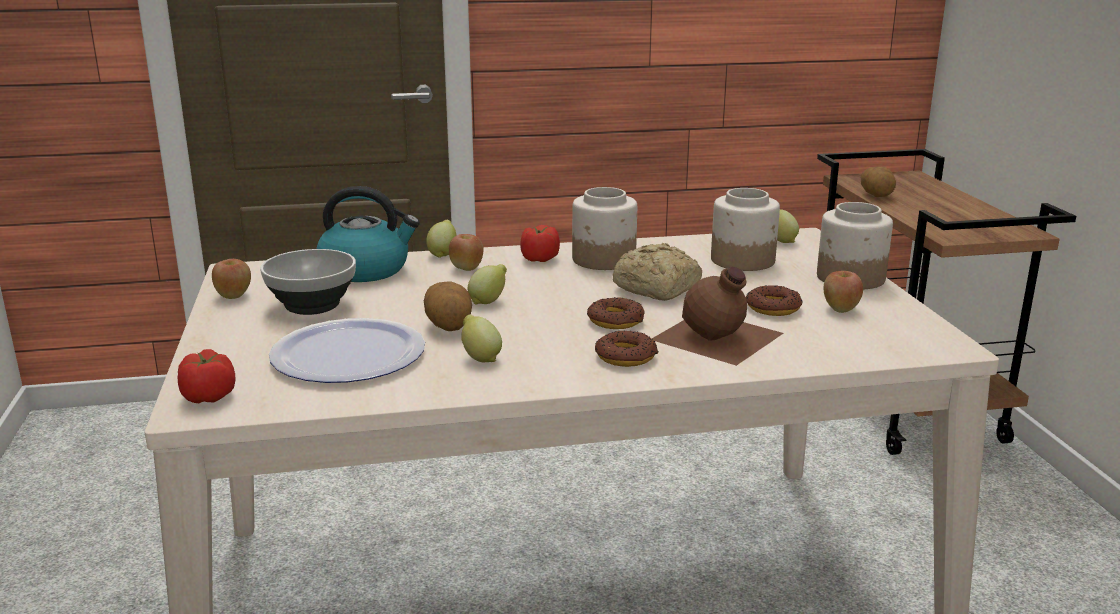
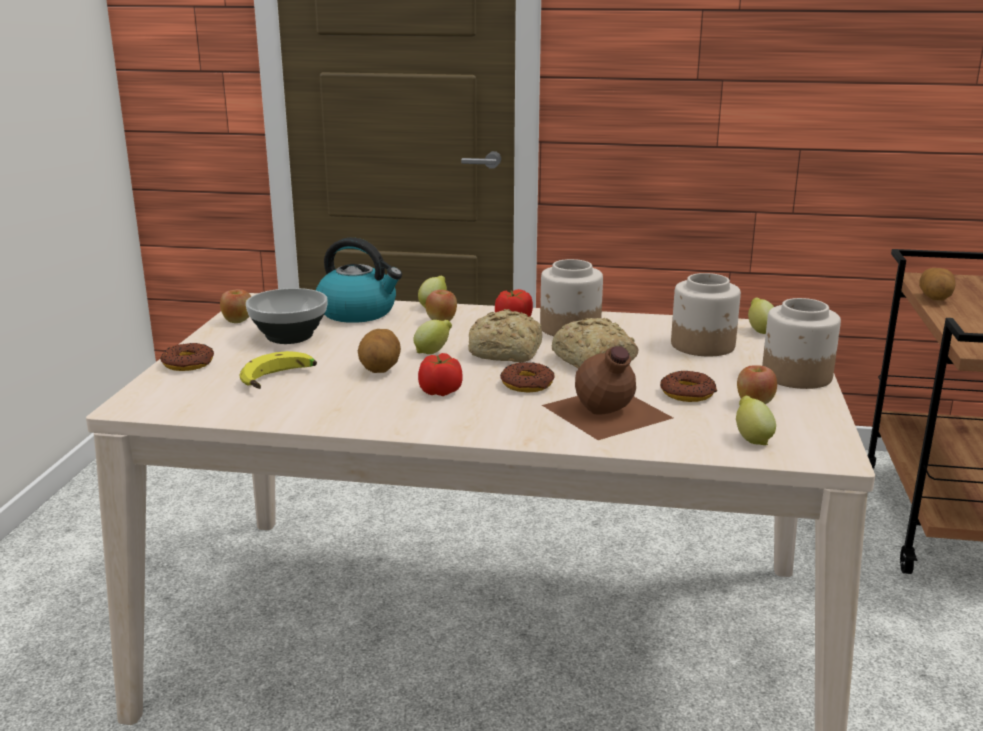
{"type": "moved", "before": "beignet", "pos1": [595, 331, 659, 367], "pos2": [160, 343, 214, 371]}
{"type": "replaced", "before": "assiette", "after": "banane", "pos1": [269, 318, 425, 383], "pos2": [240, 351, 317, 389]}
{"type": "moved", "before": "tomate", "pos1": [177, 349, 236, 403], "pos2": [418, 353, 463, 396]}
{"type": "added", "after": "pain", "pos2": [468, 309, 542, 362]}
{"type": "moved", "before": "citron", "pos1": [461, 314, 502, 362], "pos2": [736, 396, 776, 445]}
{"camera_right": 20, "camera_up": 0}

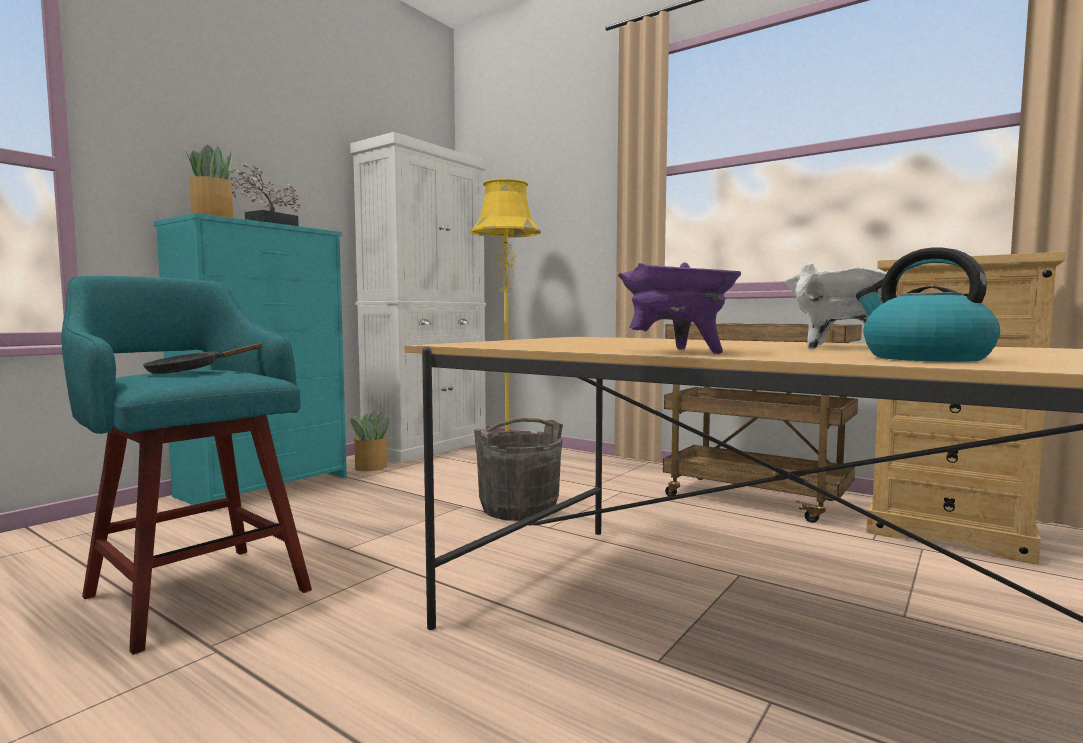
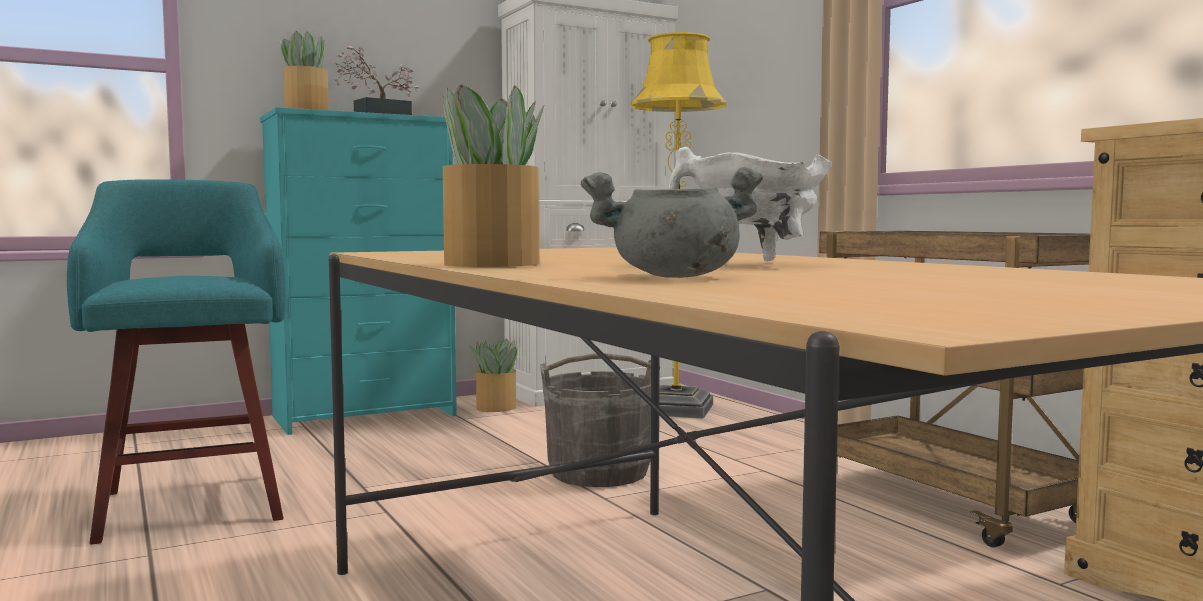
{"type": "replaced", "before": "marmite (violet)", "after": "plante en pot", "pos1": [618, 262, 741, 354], "pos2": [443, 85, 545, 267]}
{"type": "replaced", "before": "bouilloire", "after": "marmite (gris)", "pos1": [856, 247, 1000, 362], "pos2": [581, 167, 764, 278]}
{"type": "removed", "before": "poêle (noir)", "pos1": [143, 343, 263, 374]}
{"camera_right": 25, "camera_up": 0}

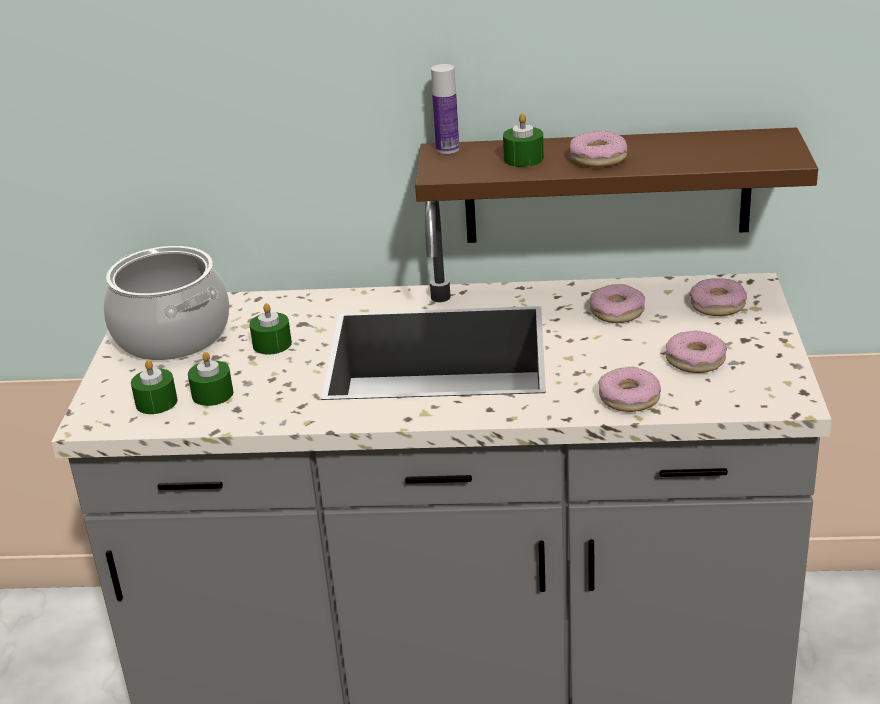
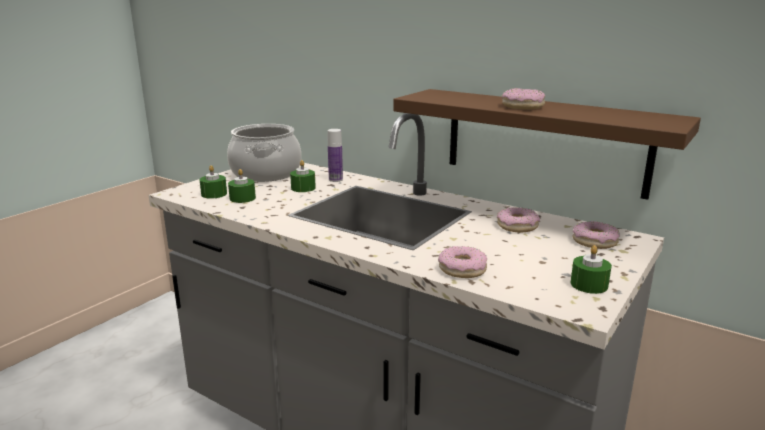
{"type": "moved", "before": "bouteille", "pos1": [431, 64, 459, 154], "pos2": [328, 129, 343, 182]}
{"type": "moved", "before": "bougie (vert)", "pos1": [503, 113, 544, 167], "pos2": [570, 245, 612, 294]}
{"type": "removed", "before": "beignet", "pos1": [666, 330, 727, 373]}
{"camera_right": 30, "camera_up": -10}

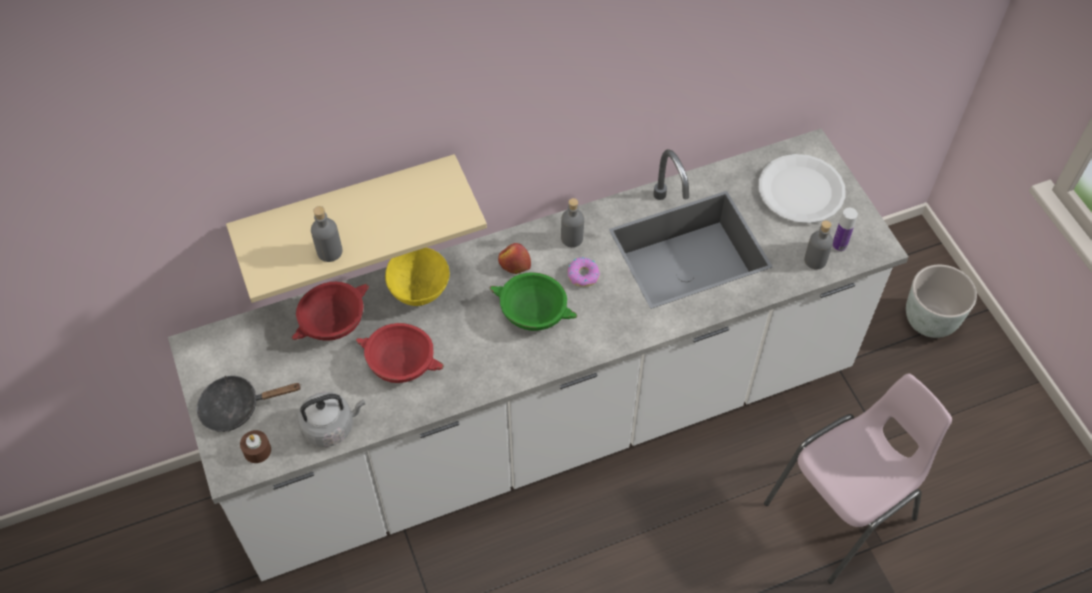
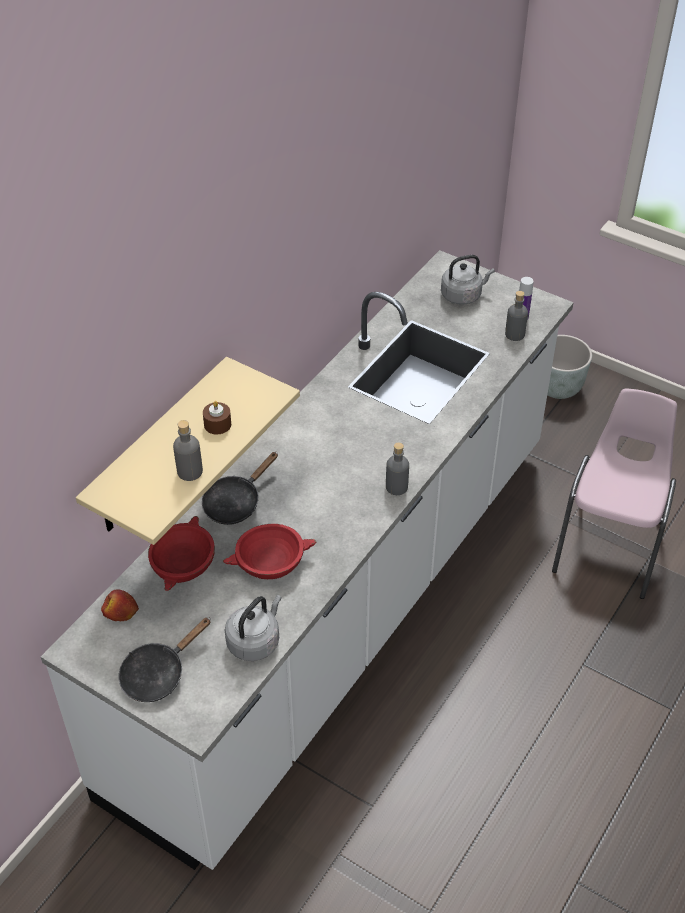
{"type": "moved", "before": "pomme", "pos1": [498, 243, 531, 274], "pos2": [101, 589, 139, 621]}
{"type": "replaced", "before": "bol (jaune)", "after": "poêle (noir)", "pos1": [385, 248, 450, 306], "pos2": [202, 452, 278, 525]}
{"type": "moved", "before": "bougie (marron)", "pos1": [240, 430, 271, 463], "pos2": [203, 401, 231, 434]}
{"type": "moved", "before": "bouteille (gris)", "pos1": [561, 198, 584, 247], "pos2": [386, 442, 409, 495]}
{"type": "replaced", "before": "assiette (blanc)", "after": "bouilloire (gris)", "pos1": [758, 154, 846, 224], "pos2": [441, 255, 495, 305]}
{"type": "removed", "before": "bol (vert)", "pos1": [490, 272, 577, 331]}
{"type": "removed", "before": "beignet", "pos1": [568, 257, 600, 287]}
{"camera_right": -35, "camera_up": -10}

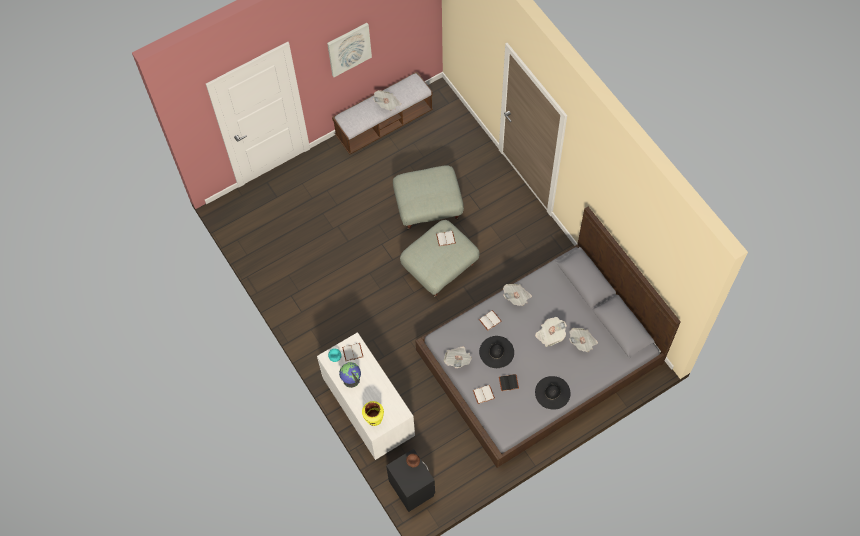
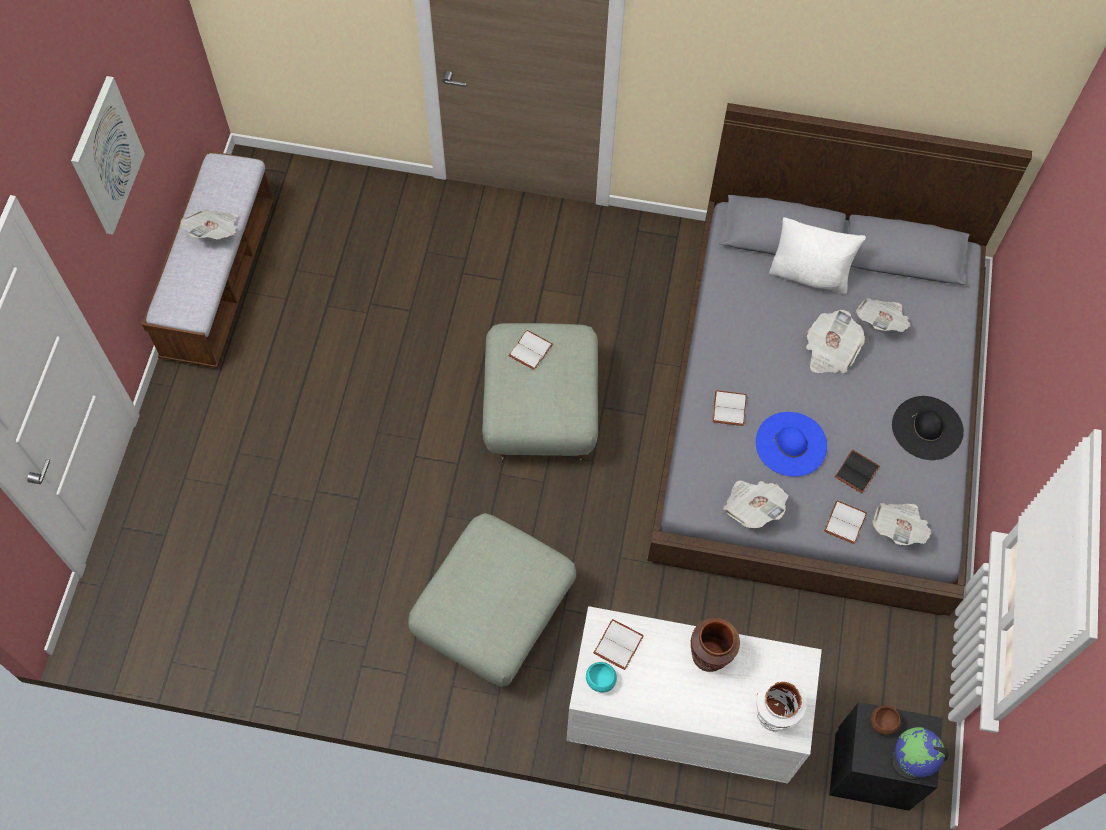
{"type": "moved", "before": "pouf (gris)", "pos1": [393, 165, 464, 230], "pos2": [408, 513, 576, 687]}
{"type": "added", "after": "vase (marron)", "pos2": [691, 618, 740, 672]}
{"type": "recoloured", "before": "chapeau (noir)", "after": "chapeau (bleu)", "pos1": [479, 336, 514, 368], "pos2": [756, 412, 827, 477]}
{"type": "recoloured", "before": "vase (jaune)", "after": "vase (blanc)", "pos1": [362, 401, 384, 426], "pos2": [756, 678, 807, 731]}
{"type": "added", "after": "coussin (blanc)", "pos2": [769, 217, 866, 295]}
{"type": "moved", "before": "journal", "pos1": [503, 284, 532, 306], "pos2": [872, 503, 932, 545]}
{"type": "moved", "before": "globe", "pos1": [339, 362, 361, 388], "pos2": [891, 727, 949, 780]}
{"camera_right": -50, "camera_up": 0}

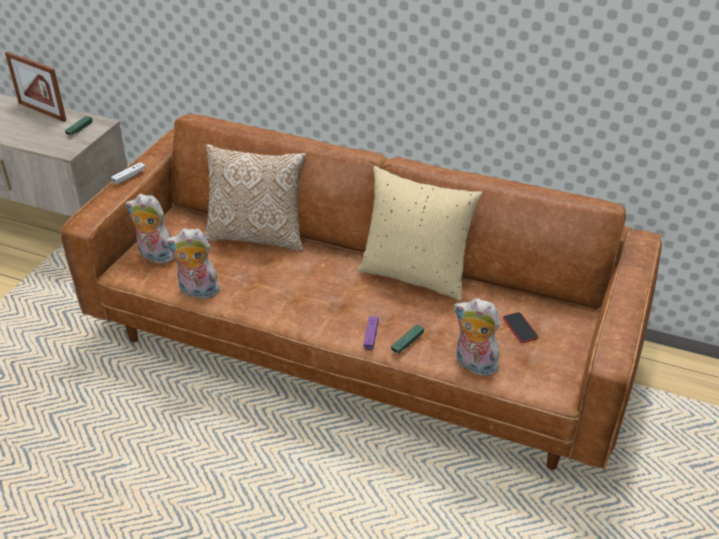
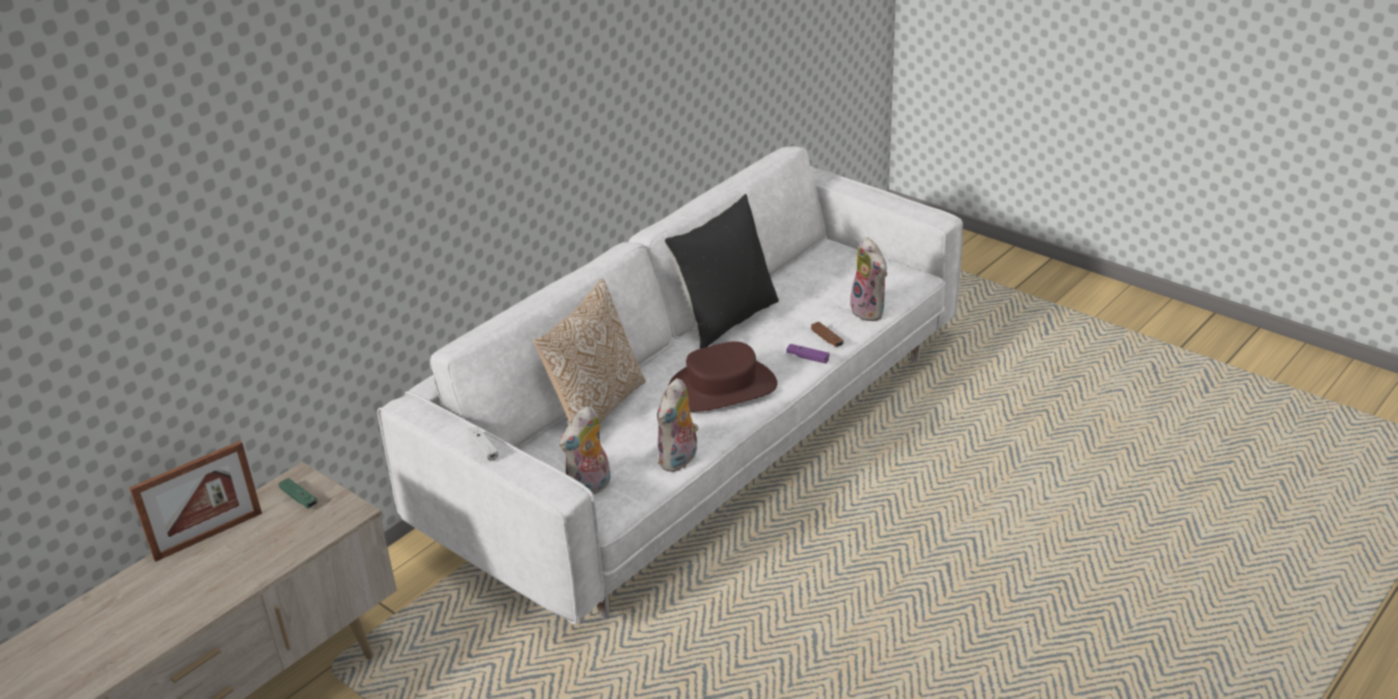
{"type": "recoloured", "before": "canapé (marron)", "after": "canapé (blanc)", "pos1": [60, 114, 662, 471], "pos2": [377, 146, 963, 624]}
{"type": "recoloured", "before": "coussin (beige)", "after": "coussin (noir)", "pos1": [358, 166, 482, 301], "pos2": [664, 194, 779, 349]}
{"type": "added", "after": "chapeau (marron)", "pos2": [668, 341, 777, 412]}
{"type": "recoloured", "before": "manette (vert)", "after": "manette (marron)", "pos1": [391, 324, 424, 354], "pos2": [811, 322, 844, 347]}
{"type": "turned", "before": "peluche", "pos1": [454, 298, 501, 376], "pos2": [849, 237, 887, 321], "turn": -75}
{"type": "removed", "before": "téléphone", "pos1": [503, 312, 539, 343]}
{"camera_right": -70, "camera_up": -5}

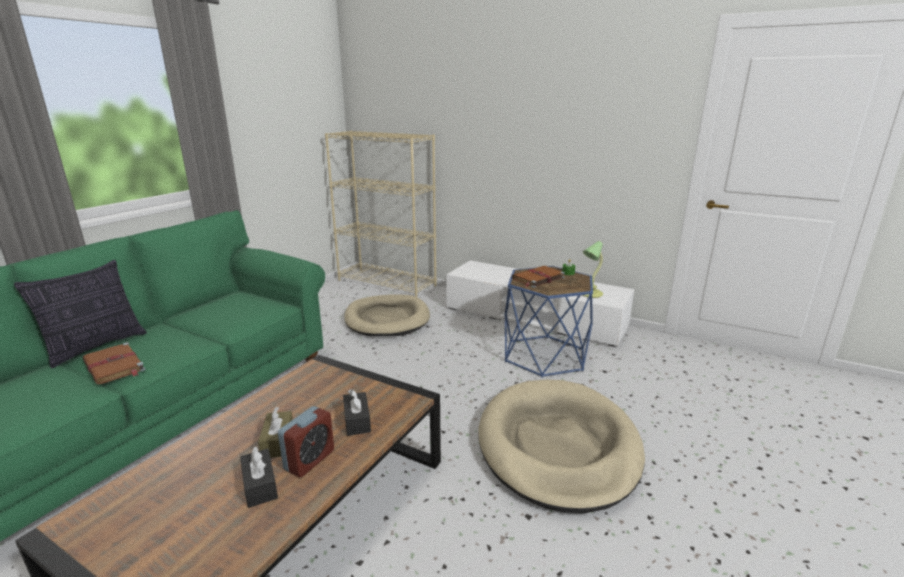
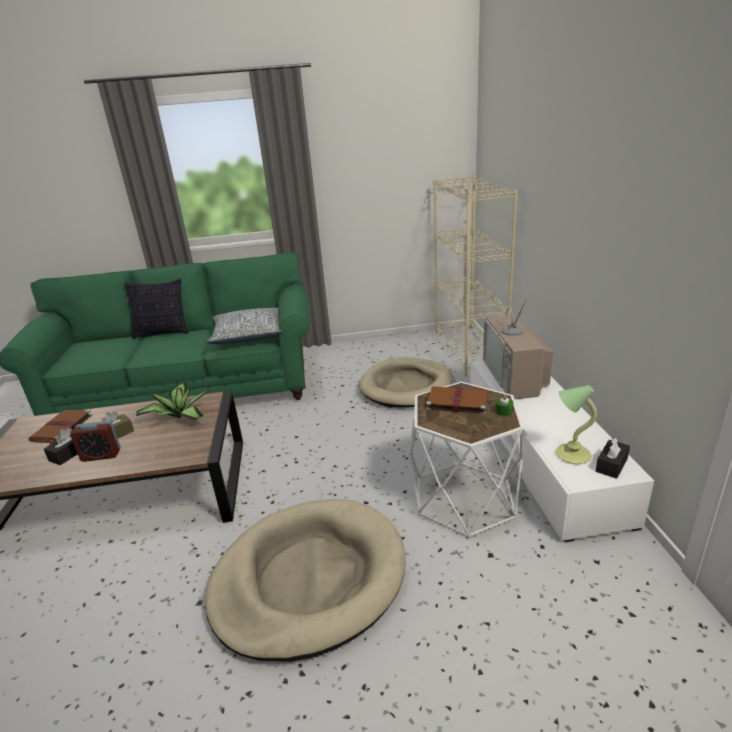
{"type": "moved", "before": "livre (marron)", "pos1": [83, 342, 146, 384], "pos2": [29, 410, 93, 445]}
{"type": "added", "after": "plante en pot", "pos2": [136, 383, 209, 420]}
{"type": "added", "after": "coussin", "pos2": [206, 308, 282, 344]}
{"type": "recoloured", "before": "table d'appoint (bleu)", "after": "table d'appoint (blanc)", "pos1": [505, 266, 593, 378], "pos2": [409, 382, 524, 538]}
{"type": "added", "after": "téléviseur", "pos2": [483, 280, 553, 399]}
{"type": "moved", "before": "boîte à mouchoirs (noir)", "pos1": [343, 389, 371, 436], "pos2": [596, 437, 630, 479]}
{"camera_right": 55, "camera_up": 5}

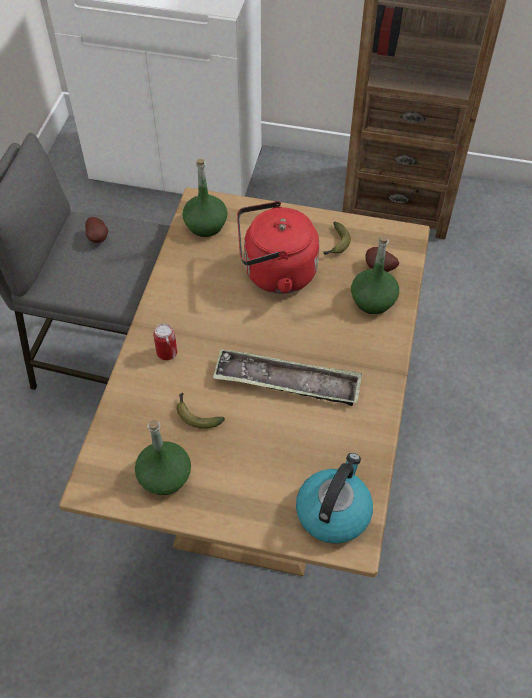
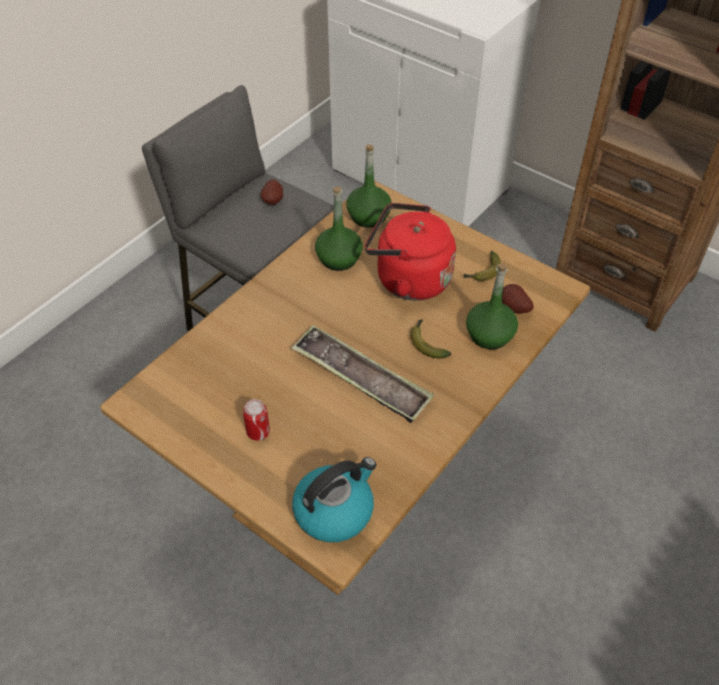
{"type": "moved", "before": "boîte métallique", "pos1": [153, 323, 178, 360], "pos2": [243, 399, 270, 441]}
{"type": "moved", "before": "bouteille (vert)", "pos1": [135, 420, 191, 495], "pos2": [315, 186, 363, 271]}
{"type": "moved", "before": "banane", "pos1": [177, 393, 225, 429], "pos2": [410, 319, 451, 359]}
{"camera_right": 25, "camera_up": -5}

